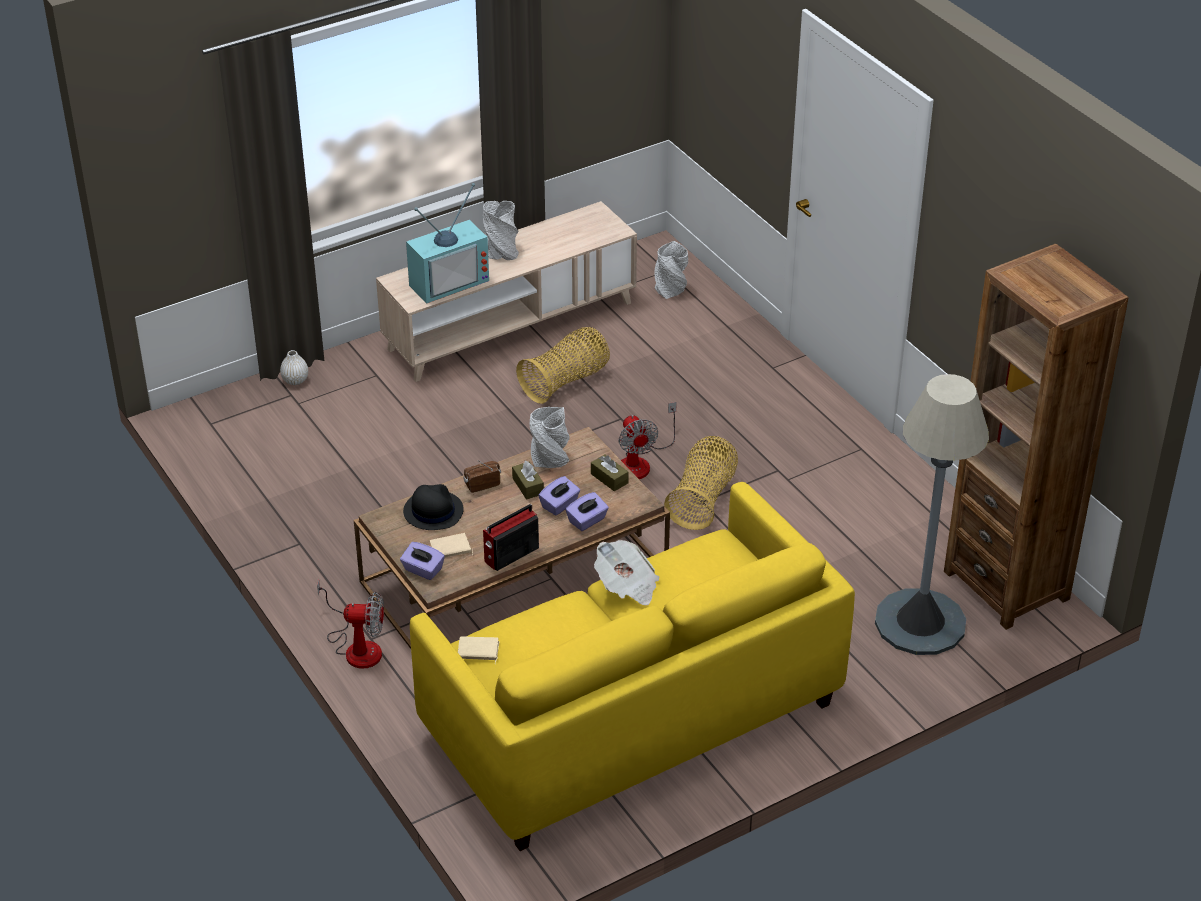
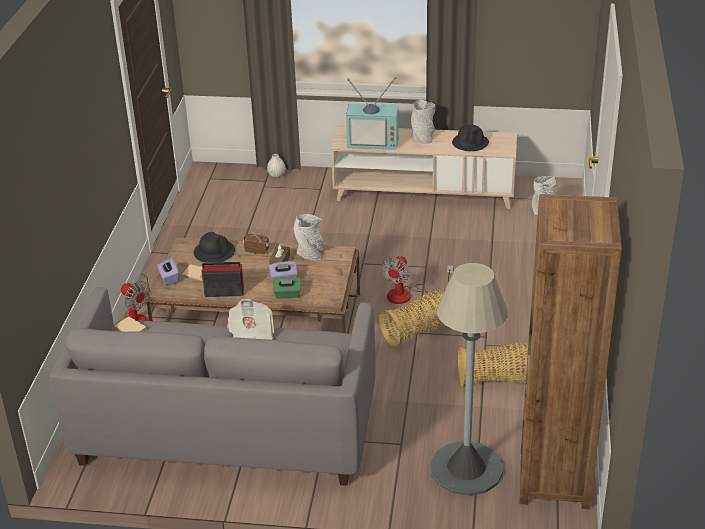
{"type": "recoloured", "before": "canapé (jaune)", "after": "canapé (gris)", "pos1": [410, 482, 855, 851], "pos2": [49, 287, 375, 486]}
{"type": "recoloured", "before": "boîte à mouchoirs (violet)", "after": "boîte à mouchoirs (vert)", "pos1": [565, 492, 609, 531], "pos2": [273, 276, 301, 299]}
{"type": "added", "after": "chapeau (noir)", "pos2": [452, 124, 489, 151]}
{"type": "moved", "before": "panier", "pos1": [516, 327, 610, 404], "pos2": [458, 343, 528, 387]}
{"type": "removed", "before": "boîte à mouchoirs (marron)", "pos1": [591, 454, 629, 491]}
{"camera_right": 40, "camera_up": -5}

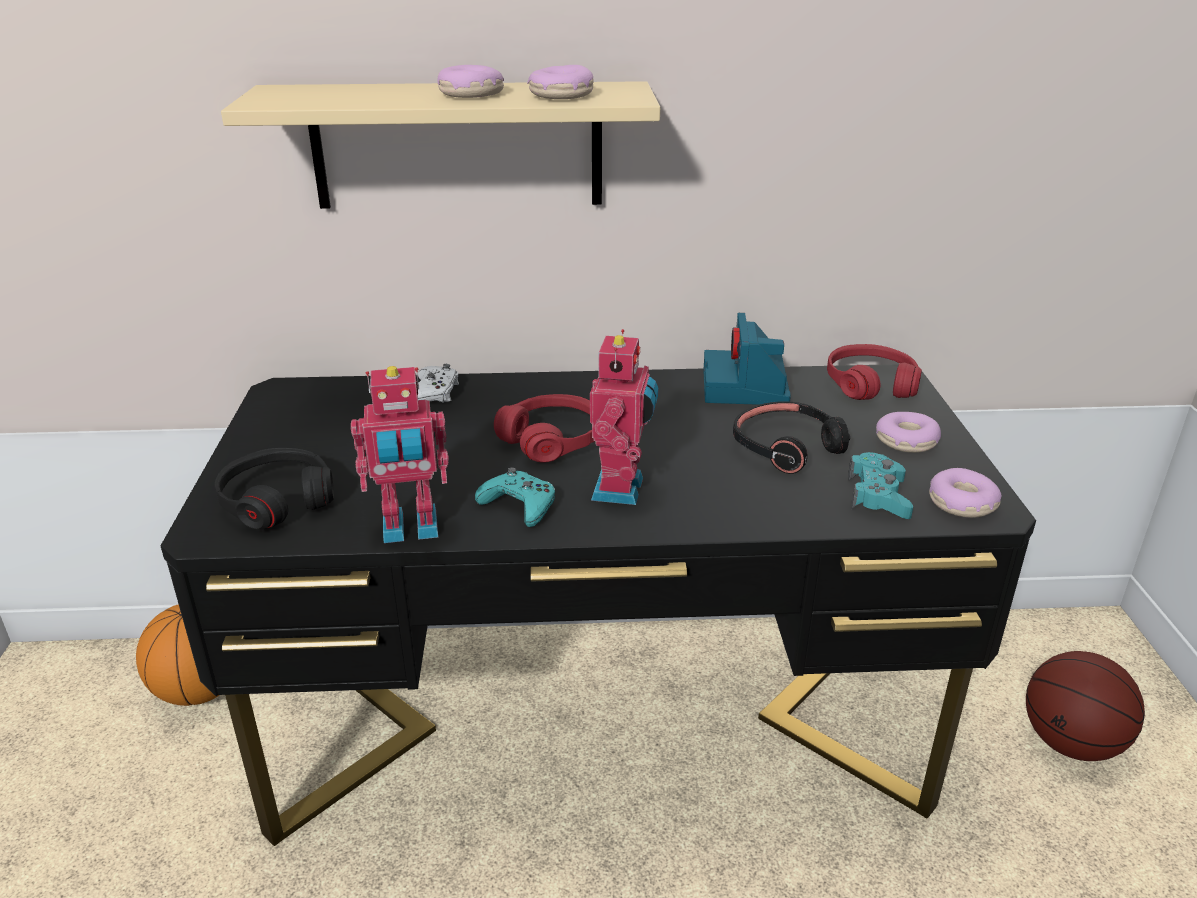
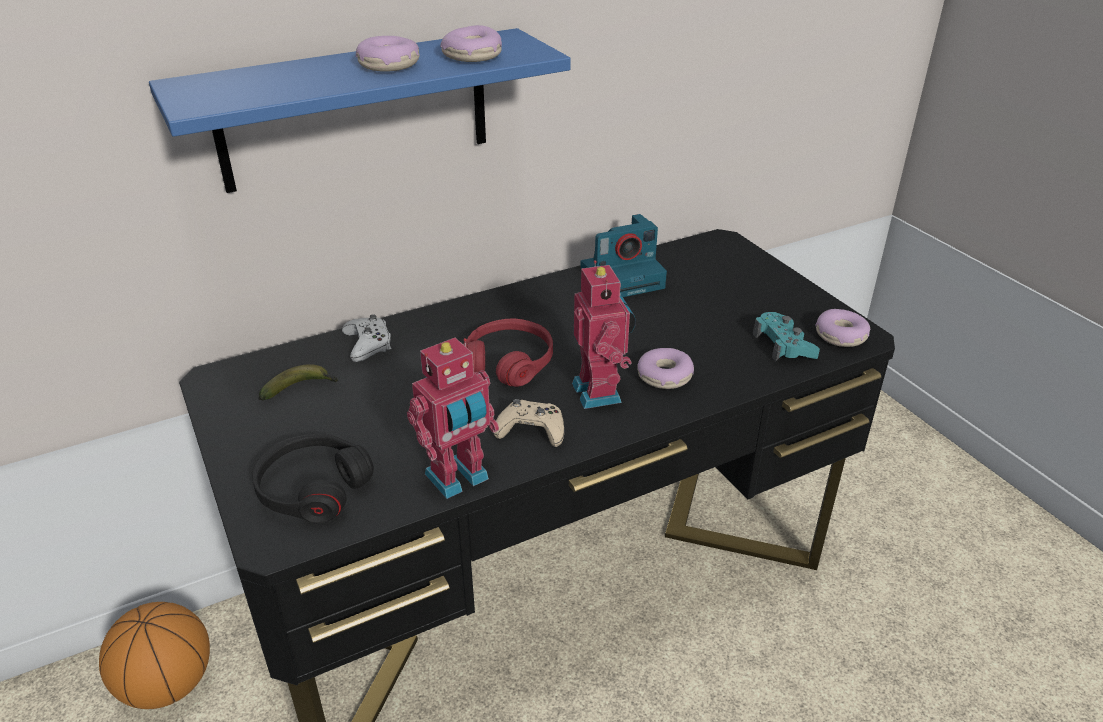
{"type": "recoloured", "before": "étagère (beige)", "after": "étagère (bleu)", "pos1": [221, 81, 660, 209], "pos2": [149, 28, 571, 193]}
{"type": "added", "after": "banane", "pos2": [259, 364, 339, 401]}
{"type": "recoloured", "before": "manette (turquoise)", "after": "manette (beige)", "pos1": [475, 467, 555, 527], "pos2": [494, 399, 564, 447]}
{"type": "turned", "before": "appareil photo", "pos1": [703, 313, 791, 405], "pos2": [580, 214, 667, 297], "turn": -90}
{"type": "moved", "before": "beignet", "pos1": [876, 412, 941, 453], "pos2": [637, 348, 694, 389]}
{"type": "removed", "before": "casque audio (noir)", "pos1": [733, 401, 850, 474]}
{"type": "removed", "before": "casque audio (rouge)", "pos1": [827, 344, 922, 400]}
{"type": "removed", "before": "ballon de basket", "pos1": [1026, 651, 1145, 761]}
{"camera_right": -25, "camera_up": 5}

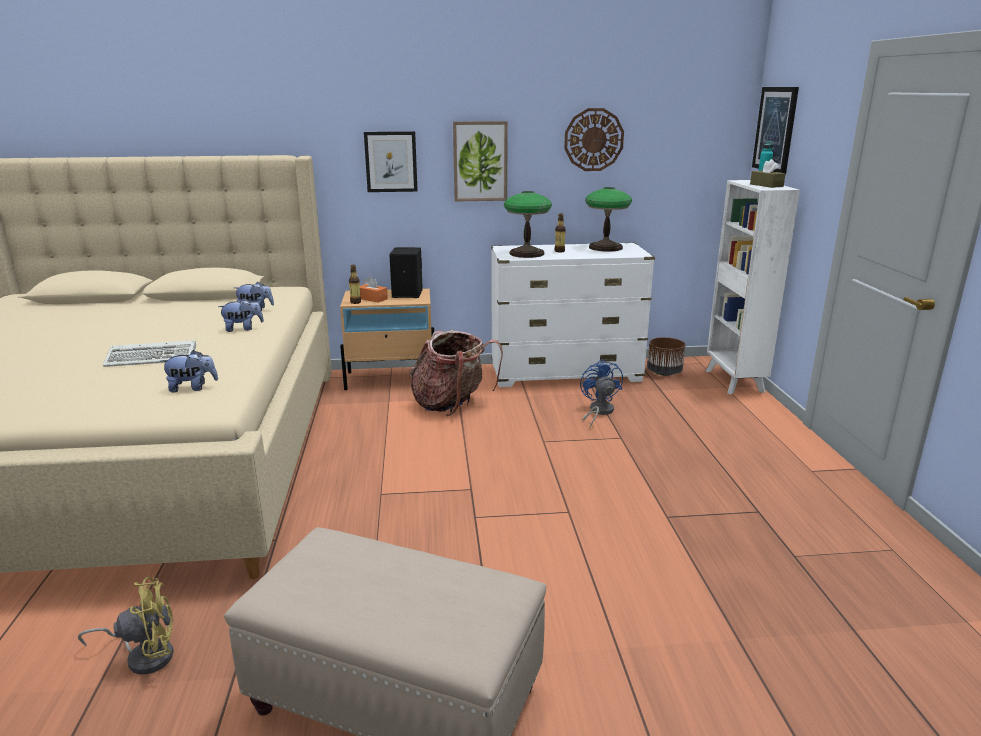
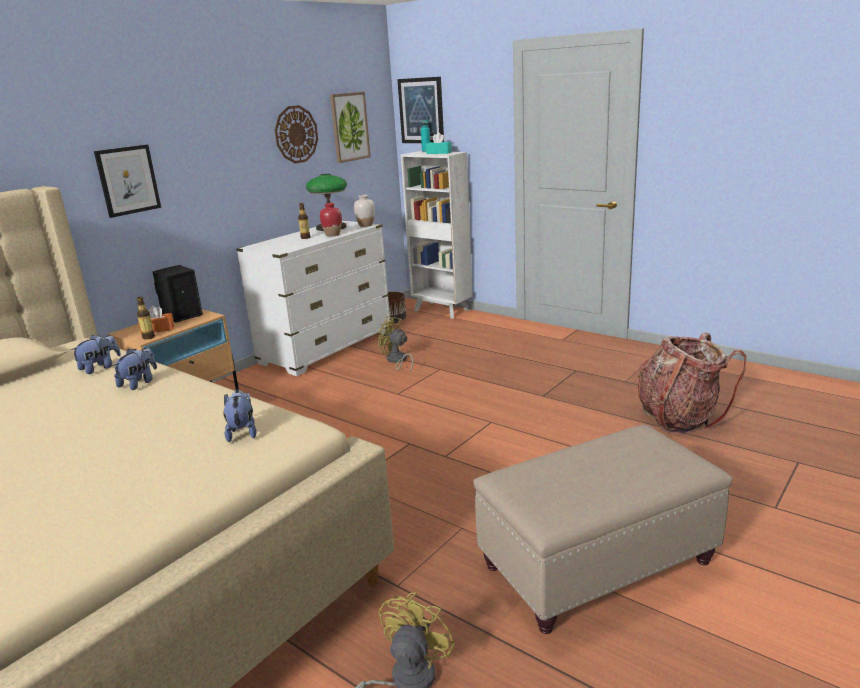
{"type": "turned", "before": "peluche", "pos1": [161, 350, 218, 393], "pos2": [223, 390, 257, 442], "turn": -45}
{"type": "added", "after": "vase (rouge)", "pos2": [320, 203, 342, 236]}
{"type": "moved", "before": "tableau", "pos1": [453, 121, 508, 202], "pos2": [330, 92, 371, 163]}
{"type": "added", "after": "vase (blanc)", "pos2": [354, 195, 375, 227]}
{"type": "recoloured", "before": "ventilateur (bleu)", "after": "ventilateur (jaune)", "pos1": [580, 359, 623, 427], "pos2": [377, 316, 413, 372]}
{"type": "recoloured", "before": "boîte à mouchoirs (marron)", "after": "boîte à mouchoirs (turquoise)", "pos1": [750, 159, 785, 188], "pos2": [426, 133, 452, 154]}
{"type": "moved", "before": "sac à dos", "pos1": [410, 330, 503, 416], "pos2": [638, 333, 746, 433]}
{"type": "removed", "before": "clavier", "pos1": [103, 340, 196, 367]}
{"type": "removed", "before": "lampe de table", "pos1": [504, 191, 552, 258]}
{"camera_right": -45, "camera_up": 0}

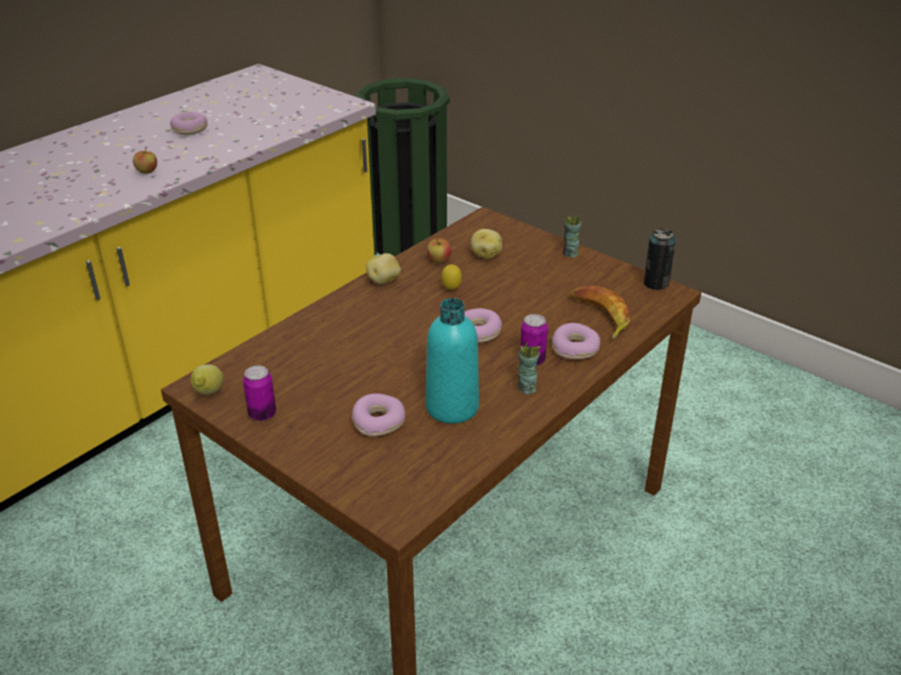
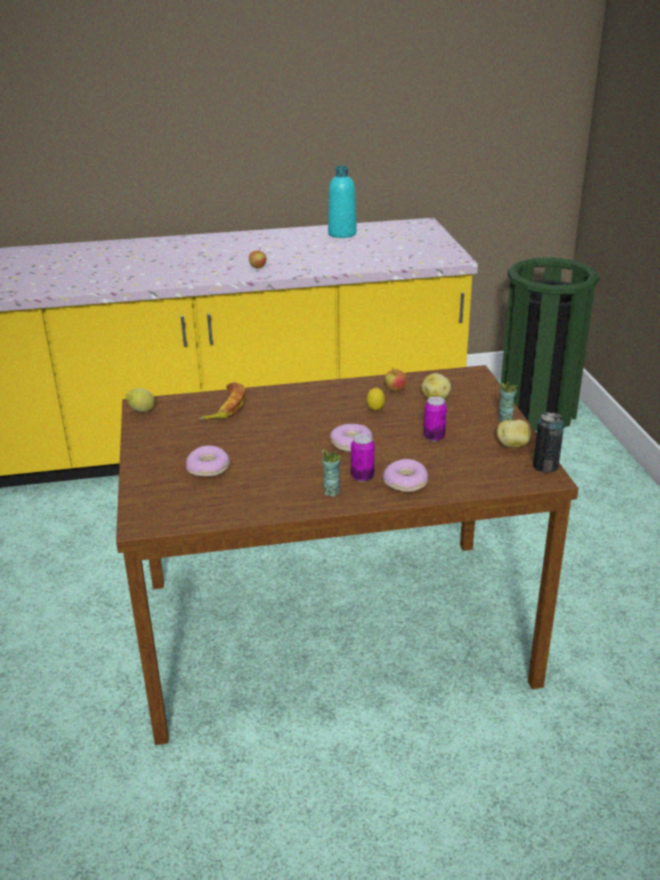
{"type": "moved", "before": "banane", "pos1": [570, 286, 630, 340], "pos2": [199, 382, 245, 420]}
{"type": "moved", "before": "bouteille (turquoise)", "pos1": [426, 298, 479, 424], "pos2": [328, 166, 357, 238]}
{"type": "moved", "before": "boîte métallique", "pos1": [243, 365, 276, 421], "pos2": [424, 397, 447, 441]}
{"type": "moved", "before": "pomme de terre", "pos1": [366, 253, 401, 284], "pos2": [497, 420, 531, 447]}
{"type": "removed", "before": "beignet", "pos1": [170, 112, 208, 135]}
{"camera_right": 40, "camera_up": -5}

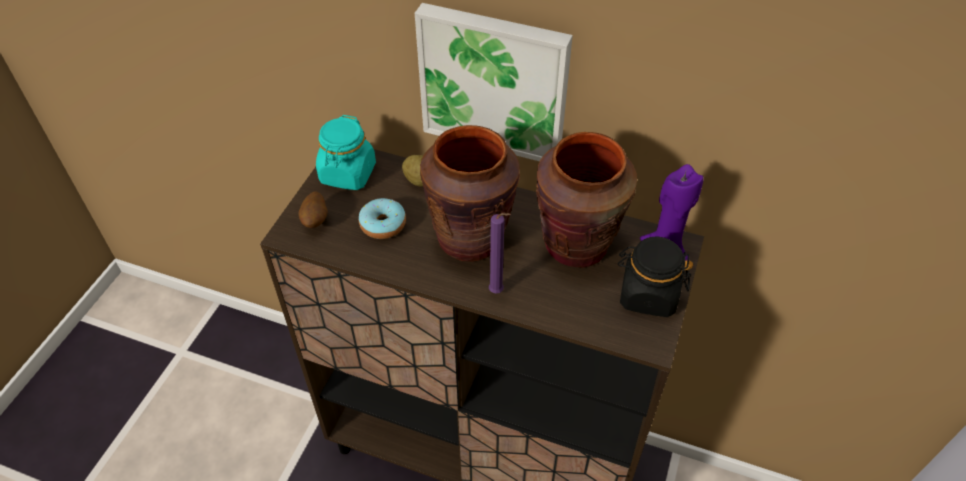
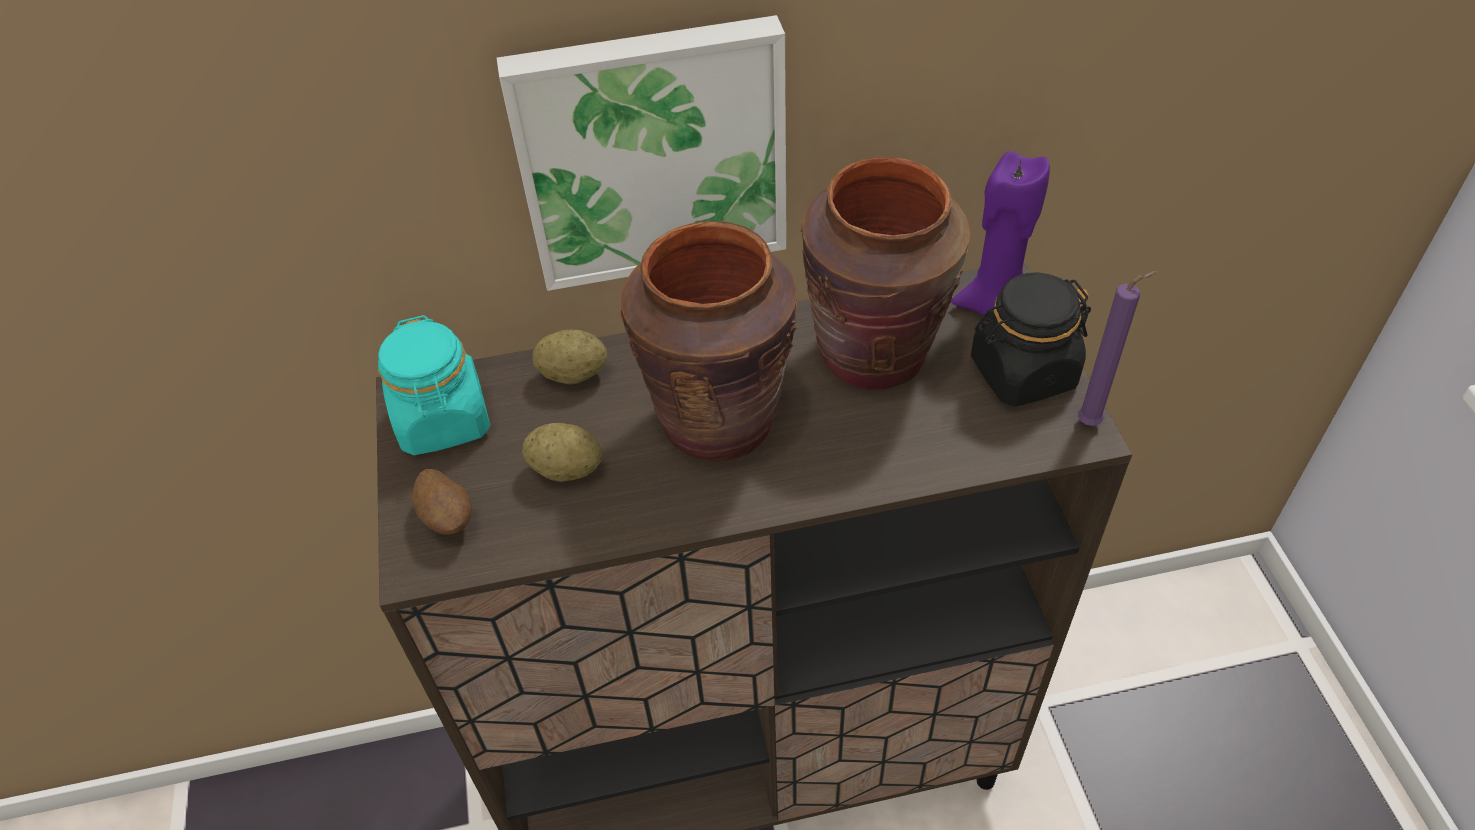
{"type": "replaced", "before": "beignet", "after": "pomme de terre", "pos1": [359, 198, 406, 239], "pos2": [522, 423, 602, 482]}
{"type": "moved", "before": "bougie (violet)", "pos1": [489, 213, 511, 294], "pos2": [1078, 271, 1158, 426]}
{"camera_right": -30, "camera_up": 0}

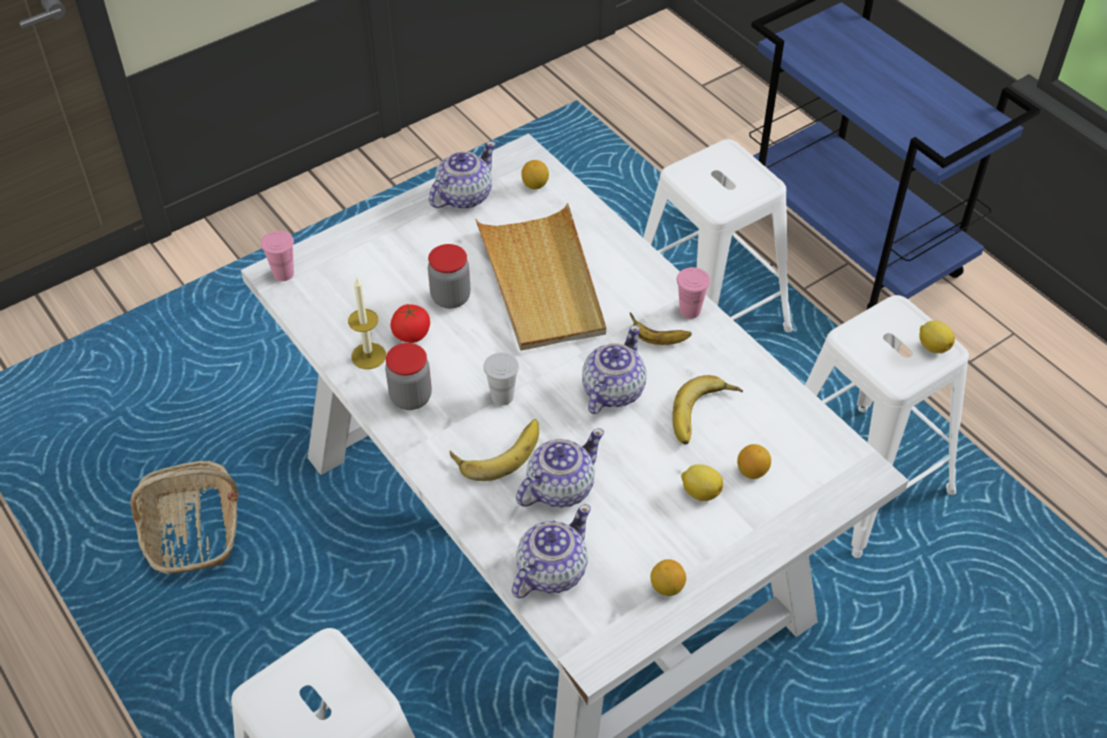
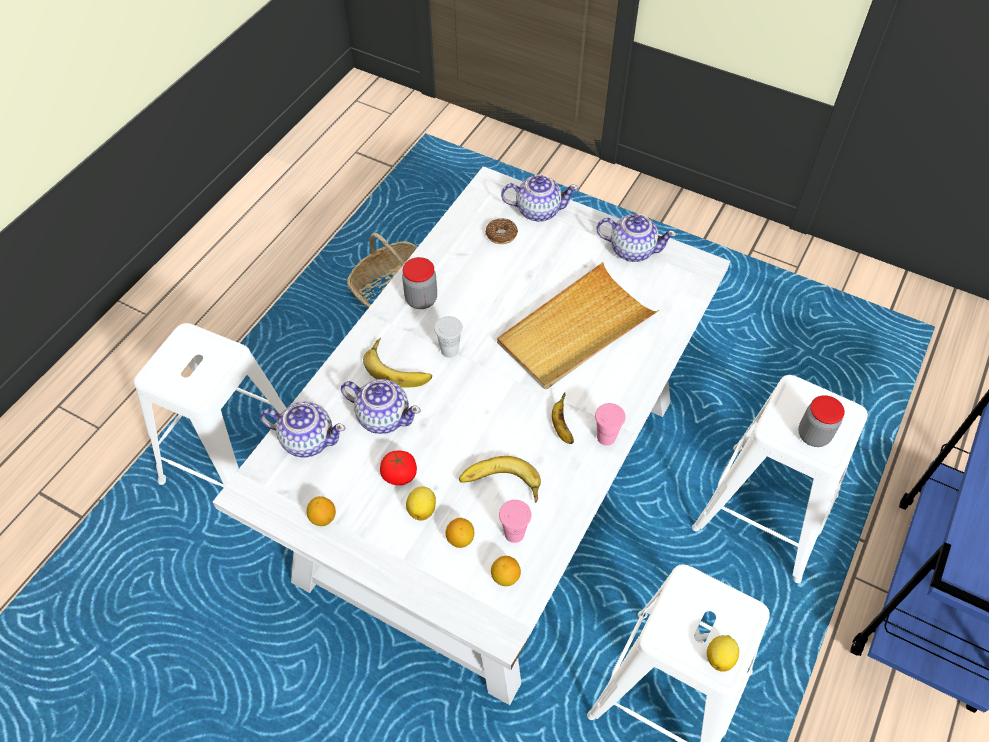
{"type": "moved", "before": "tomate", "pos1": [391, 304, 430, 343], "pos2": [380, 451, 417, 486]}
{"type": "added", "after": "beignet", "pos2": [486, 218, 518, 244]}
{"type": "moved", "before": "citron", "pos1": [521, 160, 549, 190], "pos2": [491, 556, 521, 586]}
{"type": "moved", "before": "tasse (rose)", "pos1": [261, 231, 294, 281], "pos2": [499, 500, 532, 543]}
{"type": "moved", "before": "théière", "pos1": [582, 325, 646, 414], "pos2": [501, 175, 578, 222]}
{"type": "moved", "before": "bocal", "pos1": [428, 244, 471, 309], "pos2": [798, 395, 845, 447]}
{"type": "removed", "before": "bougie", "pos1": [348, 277, 386, 369]}
{"camera_right": 65, "camera_up": 5}

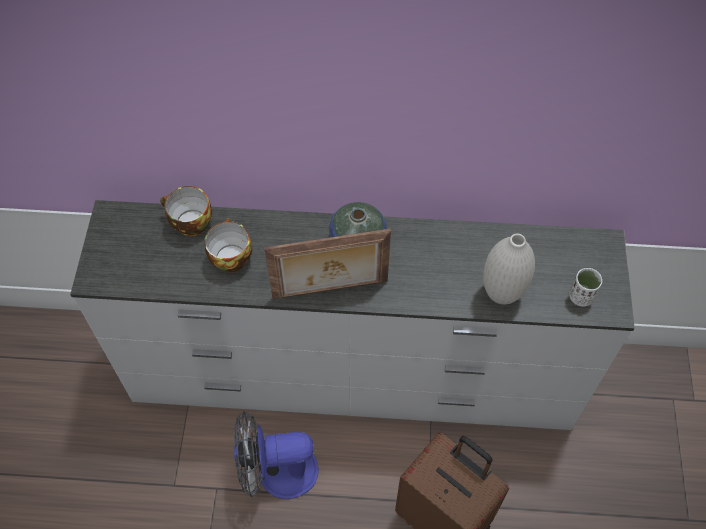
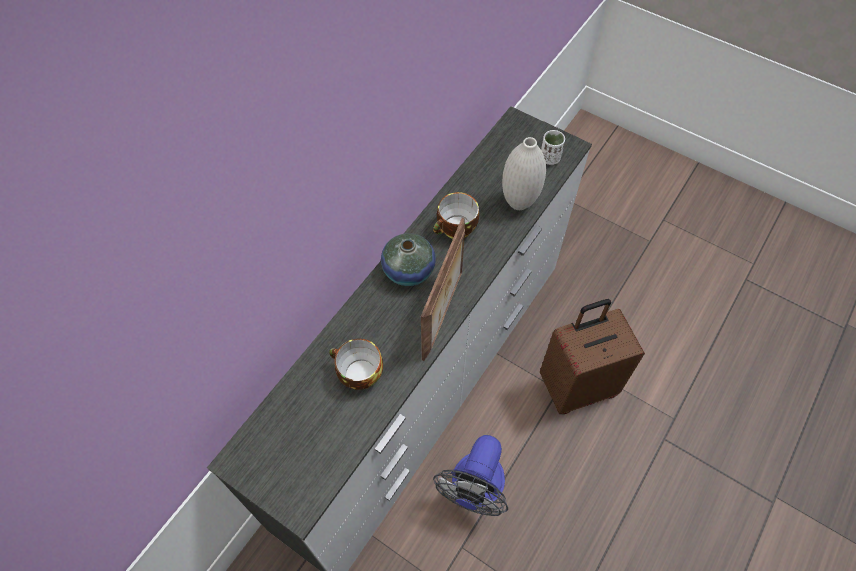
{"type": "moved", "before": "tasse", "pos1": [160, 186, 212, 236], "pos2": [433, 192, 479, 239]}
{"camera_right": -60, "camera_up": 0}

